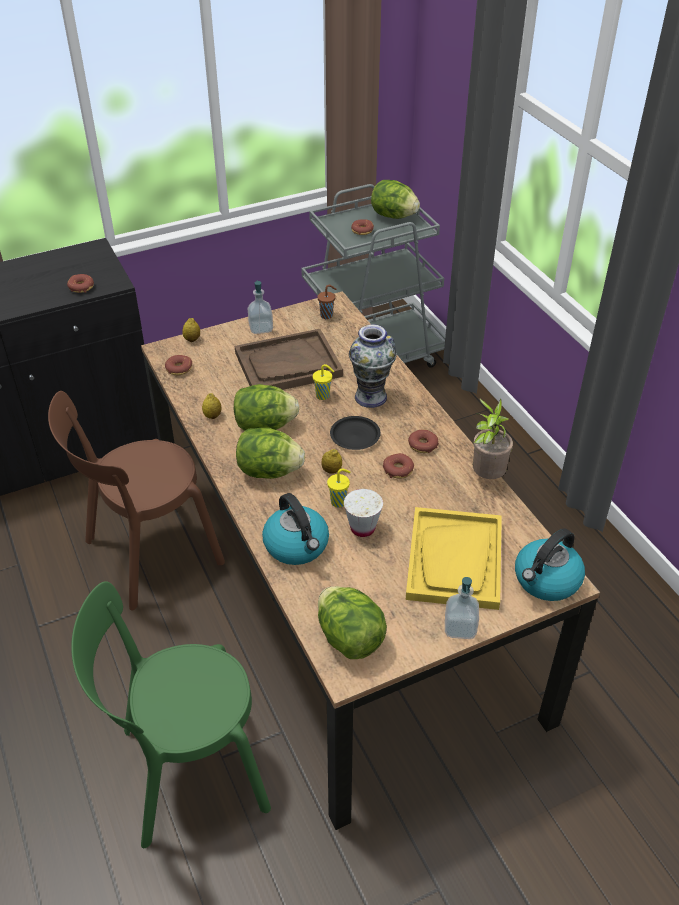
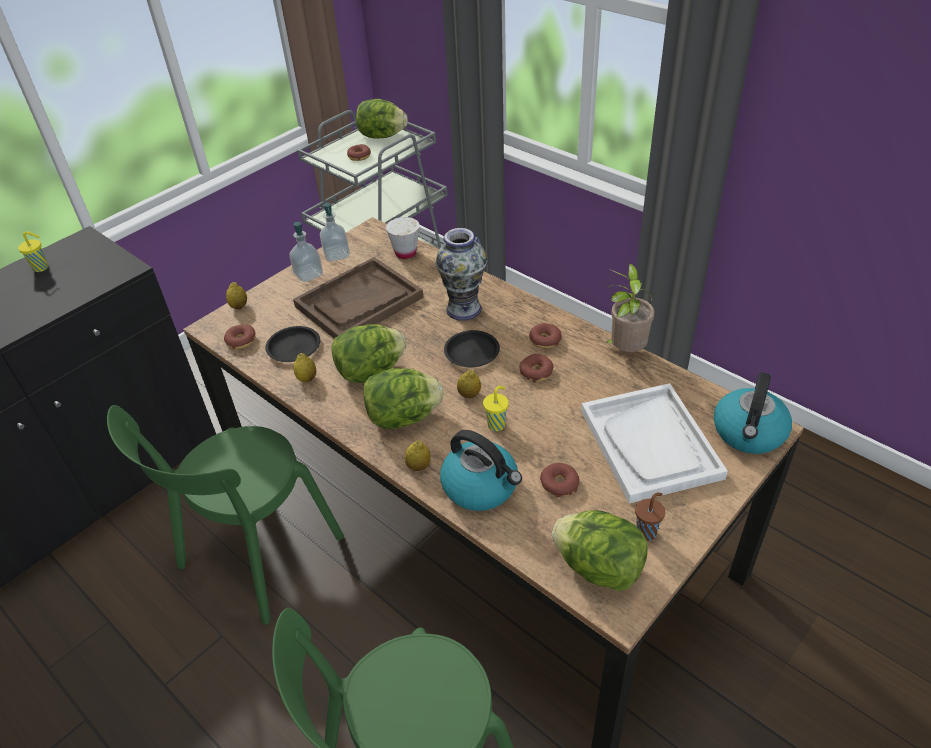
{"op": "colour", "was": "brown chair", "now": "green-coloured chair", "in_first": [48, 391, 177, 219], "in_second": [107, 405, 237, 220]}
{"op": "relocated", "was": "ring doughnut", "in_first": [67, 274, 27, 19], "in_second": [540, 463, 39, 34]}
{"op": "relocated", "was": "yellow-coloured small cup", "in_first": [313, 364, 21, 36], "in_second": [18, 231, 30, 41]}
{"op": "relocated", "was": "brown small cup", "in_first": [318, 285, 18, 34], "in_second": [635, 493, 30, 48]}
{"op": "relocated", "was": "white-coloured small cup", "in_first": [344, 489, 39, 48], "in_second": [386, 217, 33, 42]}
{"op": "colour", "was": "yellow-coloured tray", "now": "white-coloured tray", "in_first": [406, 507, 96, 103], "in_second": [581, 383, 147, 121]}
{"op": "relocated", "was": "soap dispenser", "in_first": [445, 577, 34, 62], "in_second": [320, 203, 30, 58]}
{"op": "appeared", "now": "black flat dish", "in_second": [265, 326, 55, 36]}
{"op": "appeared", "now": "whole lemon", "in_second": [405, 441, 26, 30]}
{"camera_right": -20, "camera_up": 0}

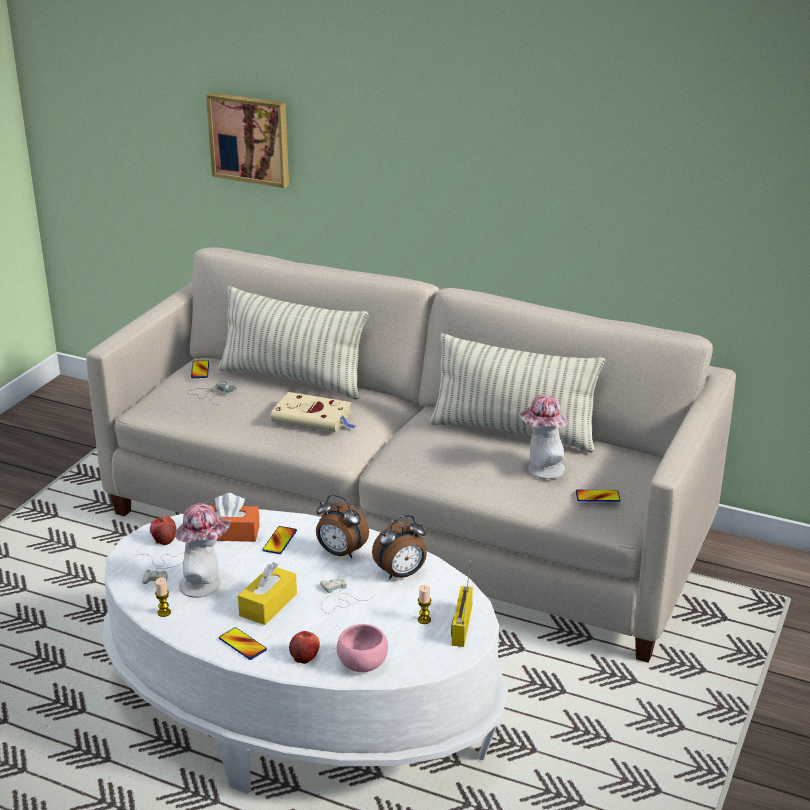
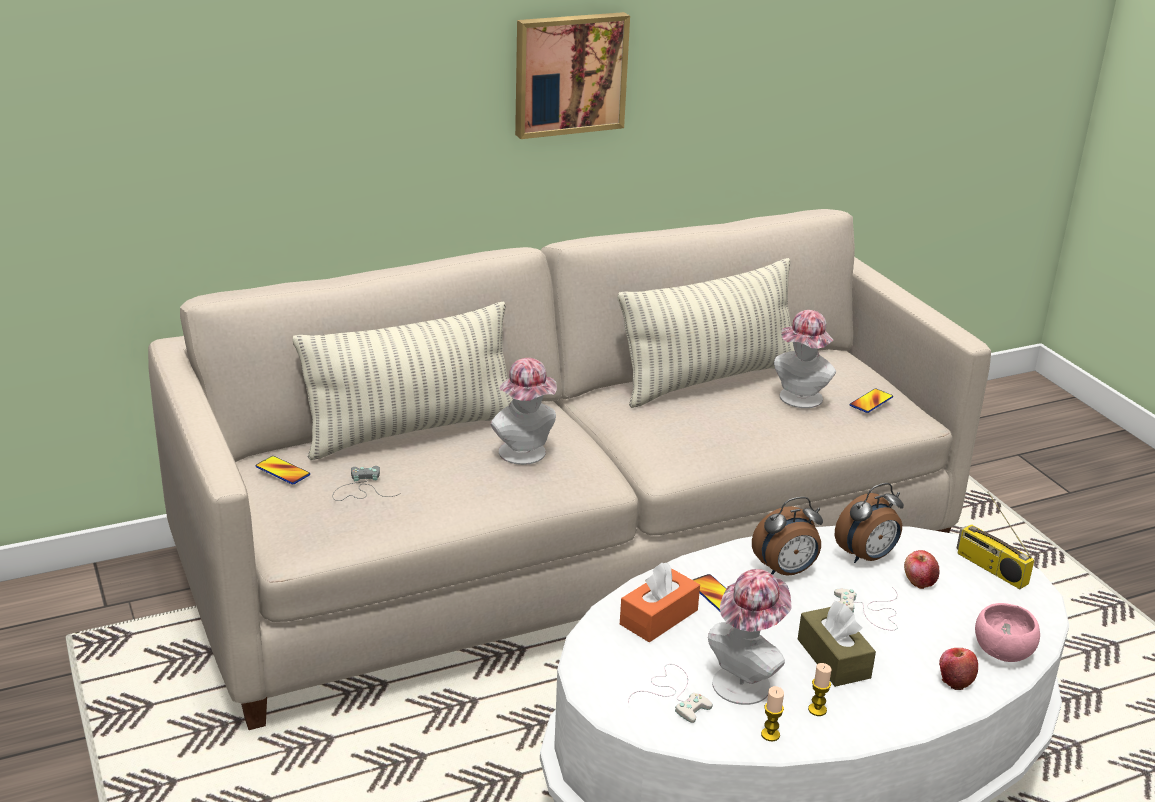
{"op": "relocated", "was": "apple fruit", "in_first": [150, 516, 26, 29], "in_second": [904, 550, 36, 39]}
{"op": "relocated", "was": "wall picture", "in_first": [206, 93, 83, 95], "in_second": [515, 12, 115, 127]}
{"op": "missing", "was": "phone", "in_first": [219, 627, 48, 33]}
{"op": "colour", "was": "yellow-coloured tissue holder", "now": "brown tissue holder", "in_first": [238, 562, 59, 63], "in_second": [798, 601, 78, 86]}
{"op": "exchanged", "was": "sand-coloured book", "now": "clothing hat", "in_first": [271, 392, 85, 40], "in_second": [491, 358, 66, 107]}
{"op": "spun", "was": "table clock", "in_first": [372, 515, 55, 64], "in_second": [835, 483, 69, 80], "clockwise": 45}
{"op": "relocated", "was": "candle", "in_first": [418, 585, 13, 39], "in_second": [808, 663, 24, 53]}
{"camera_right": -50, "camera_up": 0}

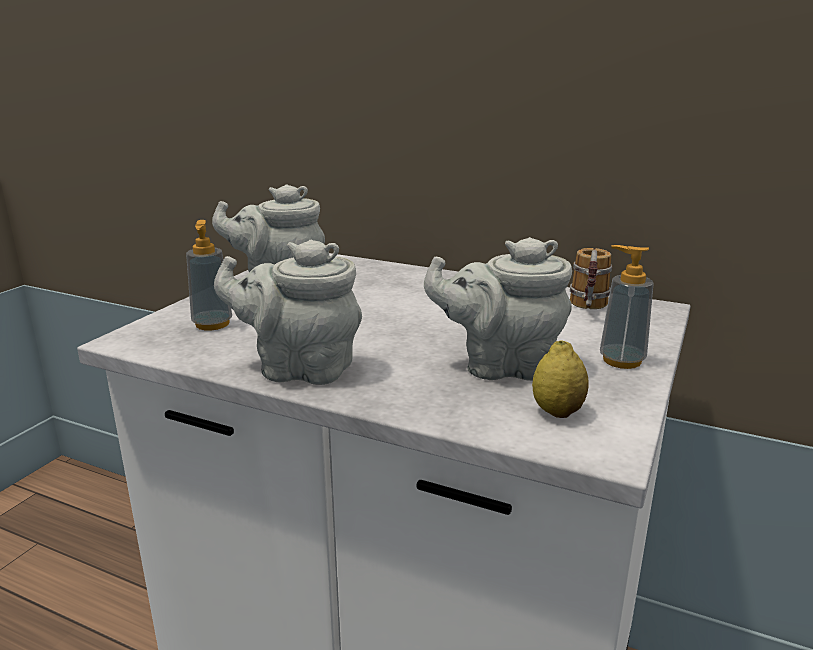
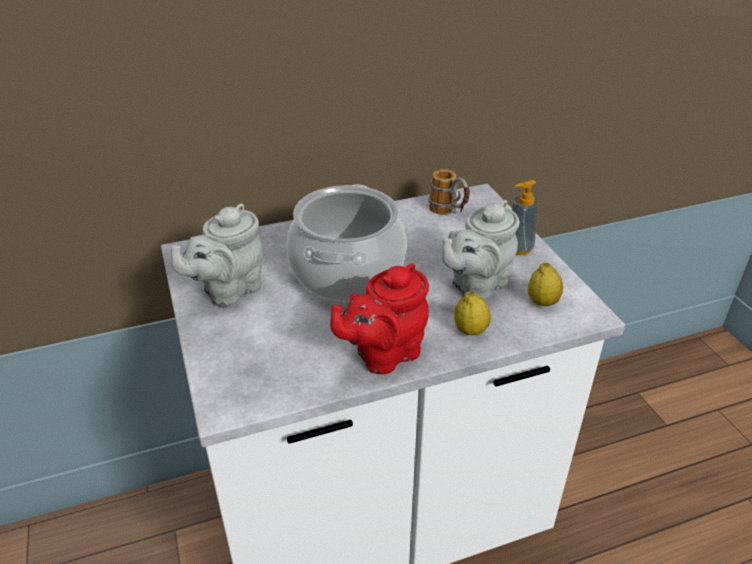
{"op": "missing", "was": "soap dispenser", "in_first": [186, 220, 46, 111]}
{"op": "colour", "was": "gray teapot", "now": "reddish teapot", "in_first": [214, 240, 148, 145], "in_second": [330, 263, 99, 111]}
{"op": "appeared", "now": "cooking pot", "in_second": [287, 185, 120, 117]}
{"op": "appeared", "now": "whole lemon", "in_second": [454, 291, 37, 44]}
{"camera_right": -45, "camera_up": 15}

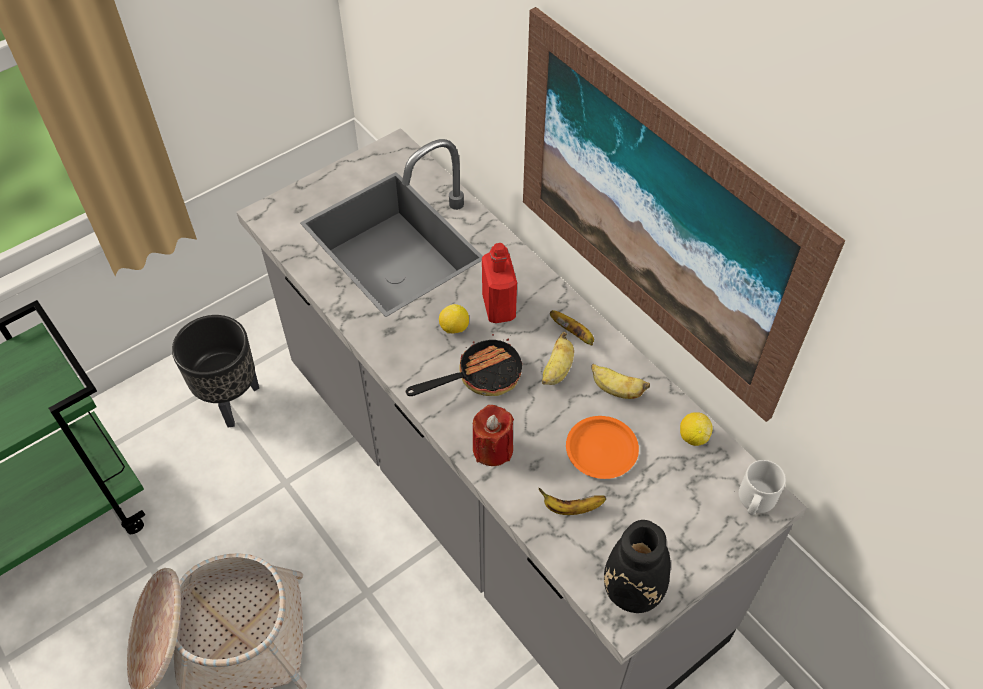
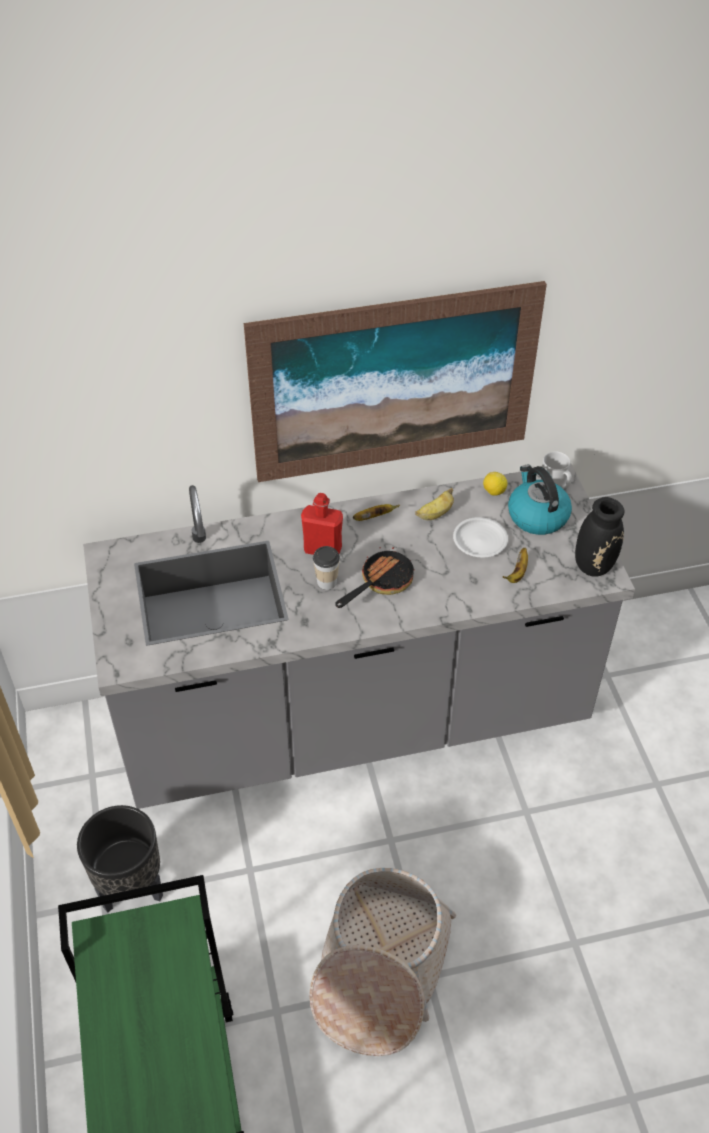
{"op": "spun", "was": "pan", "in_first": [406, 334, 116, 62], "in_second": [335, 547, 79, 61], "clockwise": 45}
{"op": "exchanged", "was": "whole lemon", "now": "small cup", "in_first": [439, 304, 30, 30], "in_second": [313, 546, 27, 44]}
{"op": "missing", "was": "reddish candle", "in_first": [473, 405, 41, 61]}
{"op": "missing", "was": "banana fruit", "in_first": [542, 332, 32, 53]}
{"op": "colour", "was": "orangey flat dish", "now": "white-coloured flat dish", "in_first": [566, 416, 73, 63], "in_second": [453, 517, 55, 40]}
{"op": "appeared", "now": "water kettle", "in_second": [508, 465, 64, 70]}
{"camera_right": -65, "camera_up": -5}

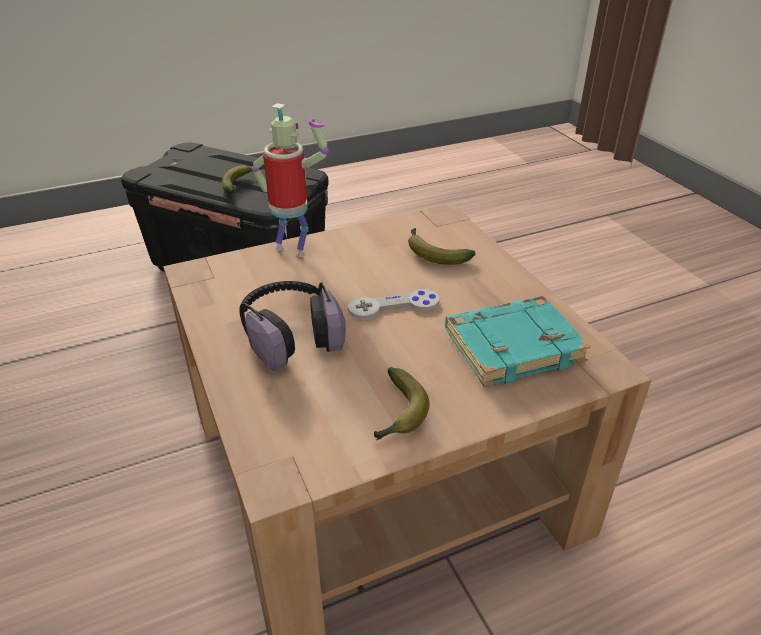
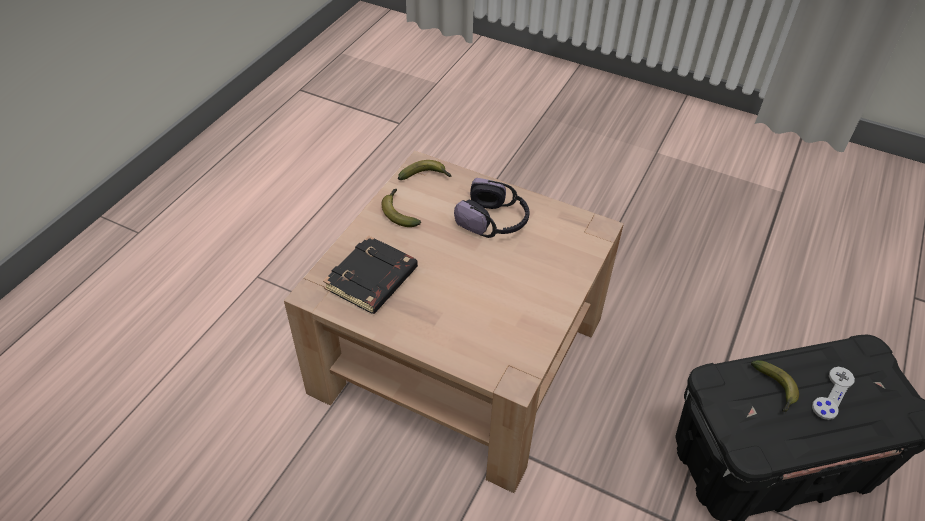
{"op": "missing", "was": "model robot", "in_first": [252, 103, 77, 154]}
{"op": "relocated", "was": "gray game controller", "in_first": [348, 289, 92, 30], "in_second": [812, 367, 43, 53]}
{"op": "relocated", "was": "banana fruit", "in_first": [408, 228, 67, 37], "in_second": [398, 160, 54, 20]}
{"op": "colour", "was": "turquoise-coloured book", "now": "black book", "in_first": [445, 296, 146, 91], "in_second": [323, 236, 95, 78]}
{"camera_right": 140, "camera_up": 10}

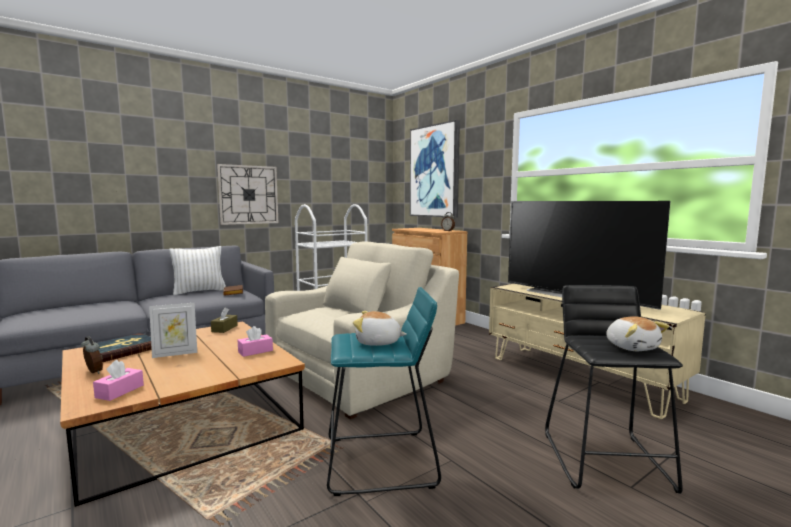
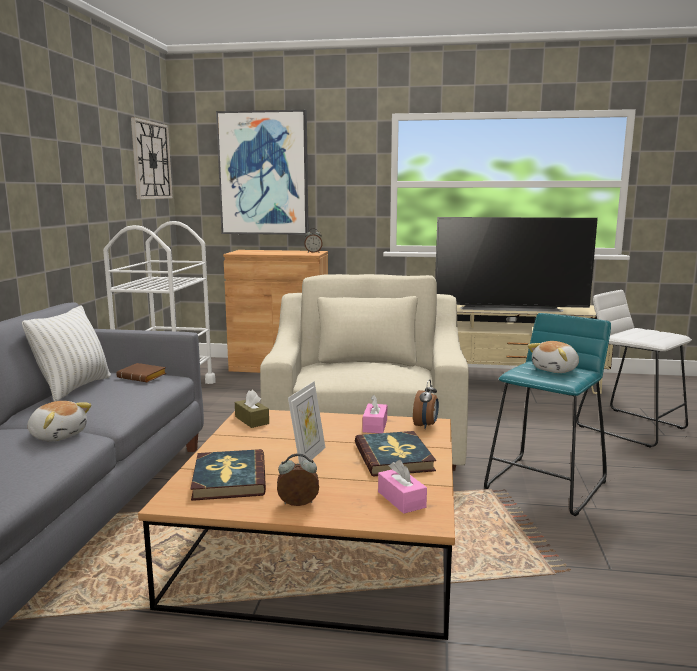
{"op": "relocated", "was": "wall clock", "in_first": [217, 164, 61, 61], "in_second": [131, 117, 42, 82]}
{"op": "colour", "was": "black stool seat", "now": "white-coloured stool seat", "in_first": [545, 285, 138, 209], "in_second": [576, 290, 116, 158]}
{"op": "relocated", "was": "plush toy", "in_first": [606, 316, 63, 35], "in_second": [27, 401, 65, 40]}
{"op": "appeared", "now": "book", "in_second": [355, 431, 81, 46]}
{"op": "appeared", "now": "table clock", "in_second": [413, 379, 26, 50]}
{"camera_right": -45, "camera_up": 5}

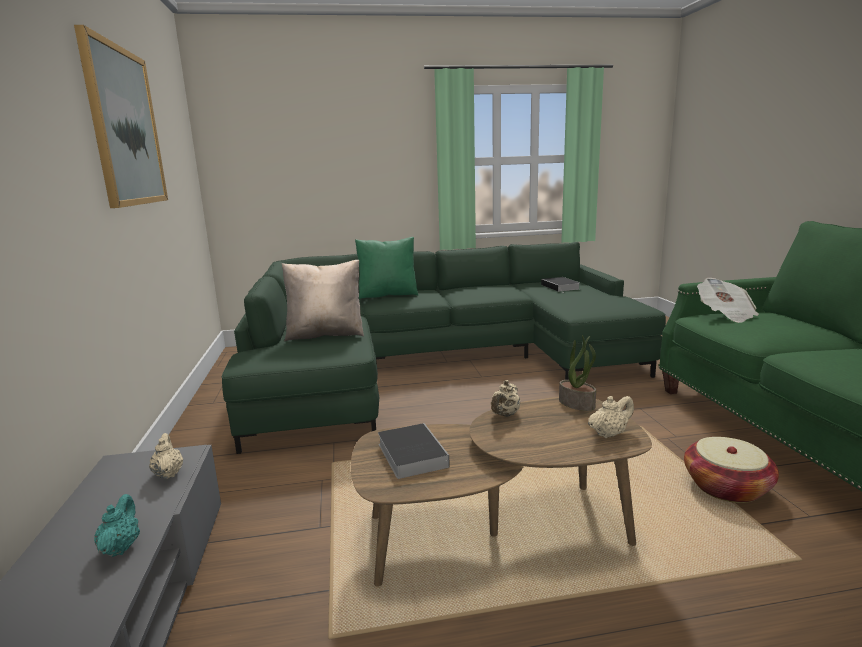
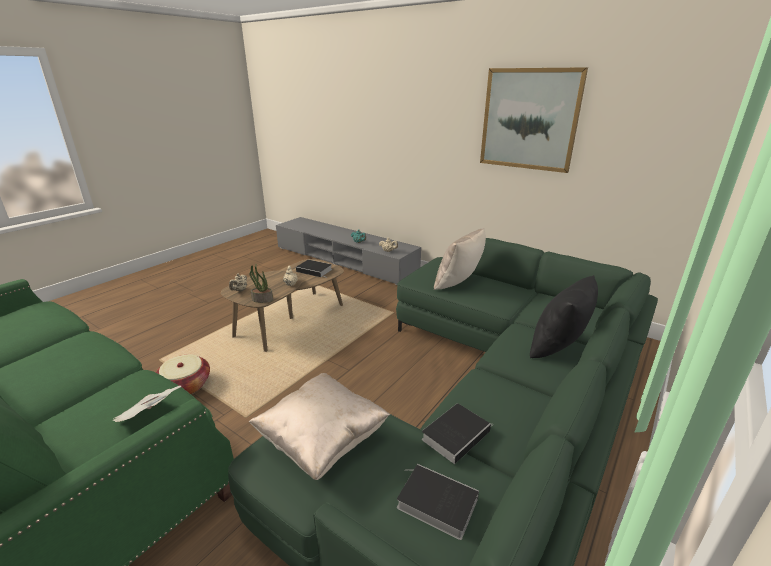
{"op": "colour", "was": "green-coloured throw pillow", "now": "black throw pillow", "in_first": [355, 237, 63, 62], "in_second": [530, 275, 68, 83]}
{"op": "appeared", "now": "sand-coloured throw pillow", "in_second": [249, 373, 142, 107]}
{"op": "appeared", "now": "book", "in_second": [422, 403, 72, 61]}
{"camera_right": 135, "camera_up": 10}

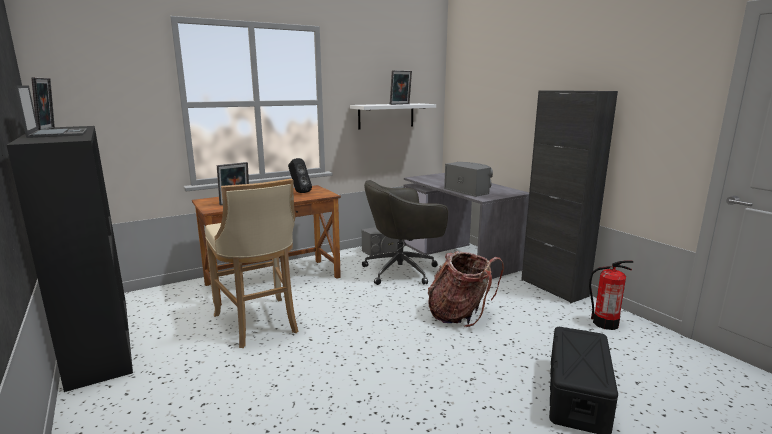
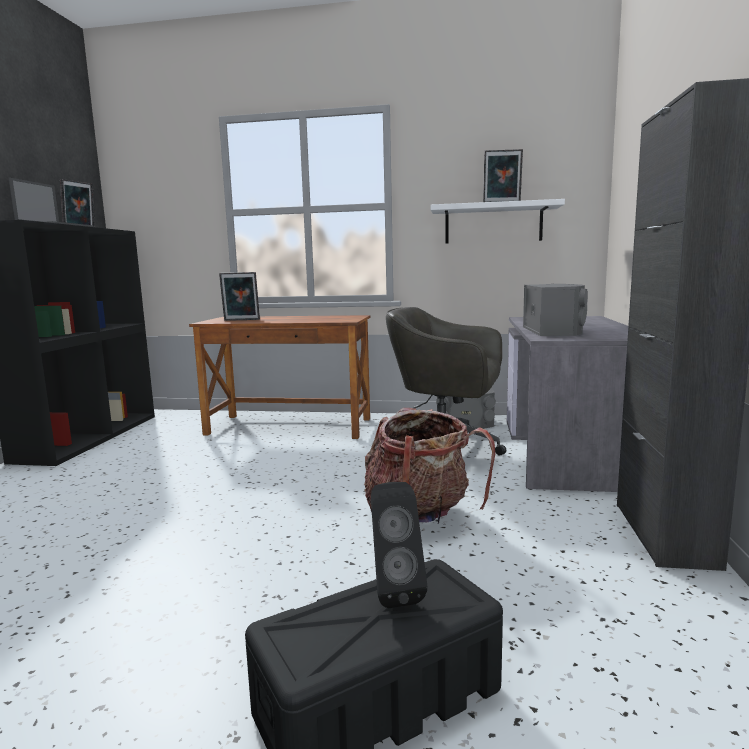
{"op": "missing", "was": "sand-coloured stool seat", "in_first": [205, 179, 93, 169]}
{"op": "relocated", "was": "black loudspeaker", "in_first": [288, 158, 24, 35], "in_second": [371, 482, 57, 126]}
{"op": "missing", "was": "fire-fighting cylinder", "in_first": [589, 260, 45, 70]}
{"camera_right": 40, "camera_up": -5}

